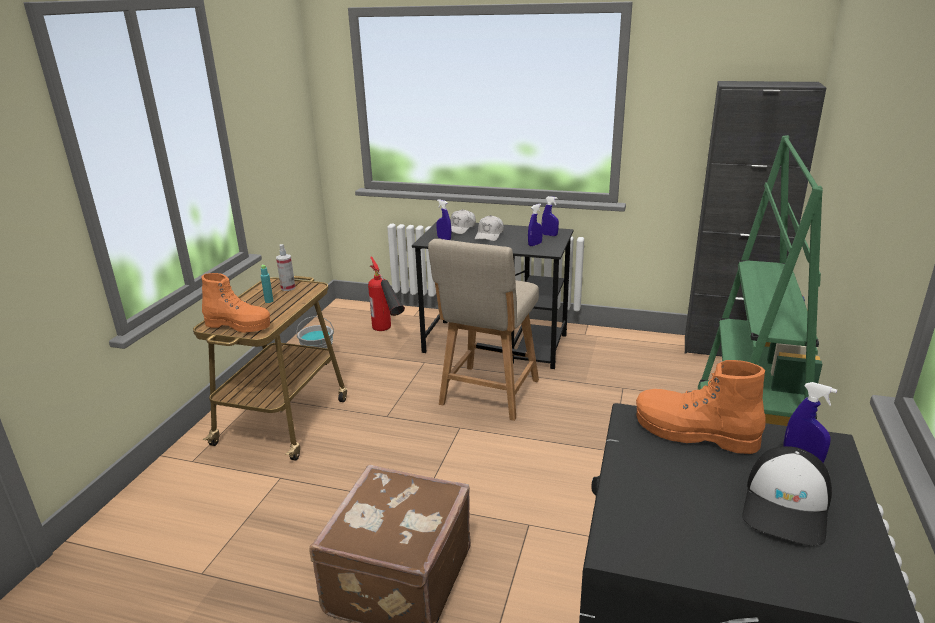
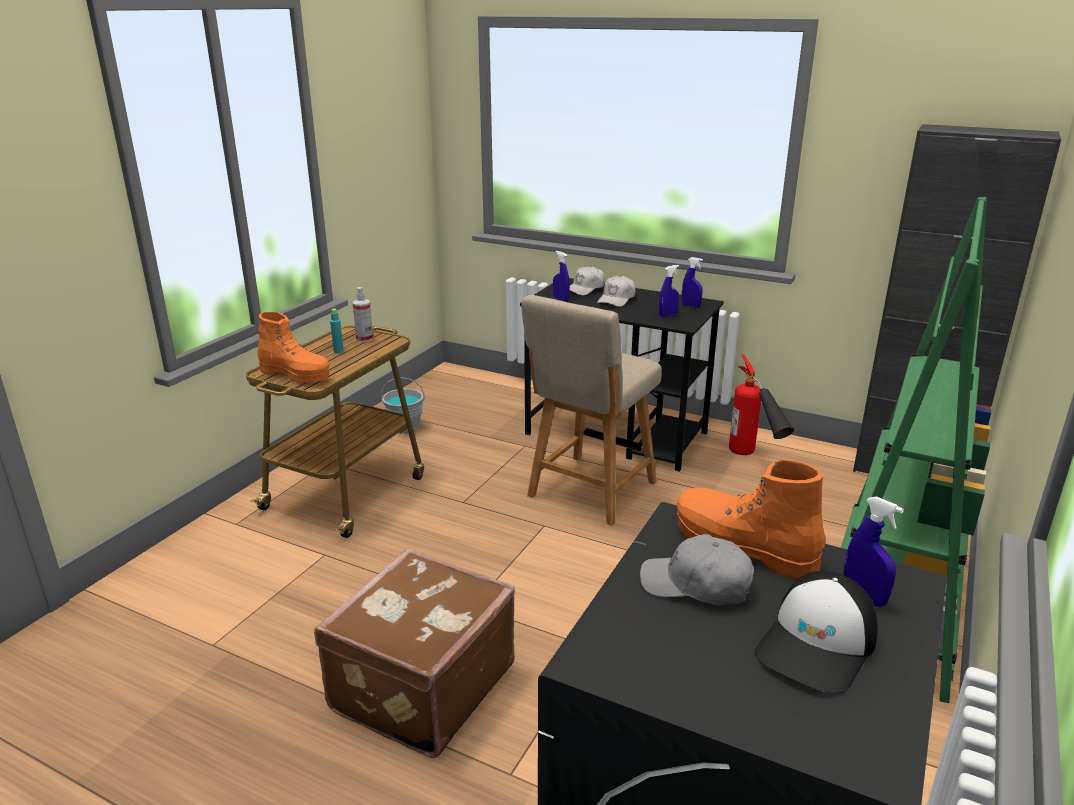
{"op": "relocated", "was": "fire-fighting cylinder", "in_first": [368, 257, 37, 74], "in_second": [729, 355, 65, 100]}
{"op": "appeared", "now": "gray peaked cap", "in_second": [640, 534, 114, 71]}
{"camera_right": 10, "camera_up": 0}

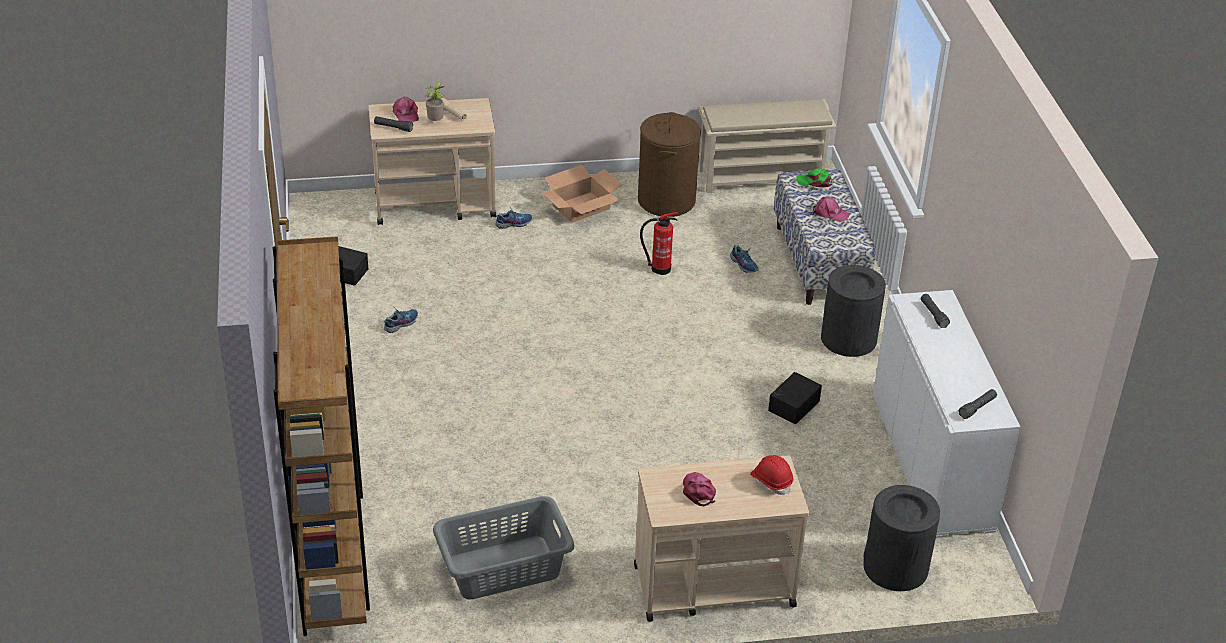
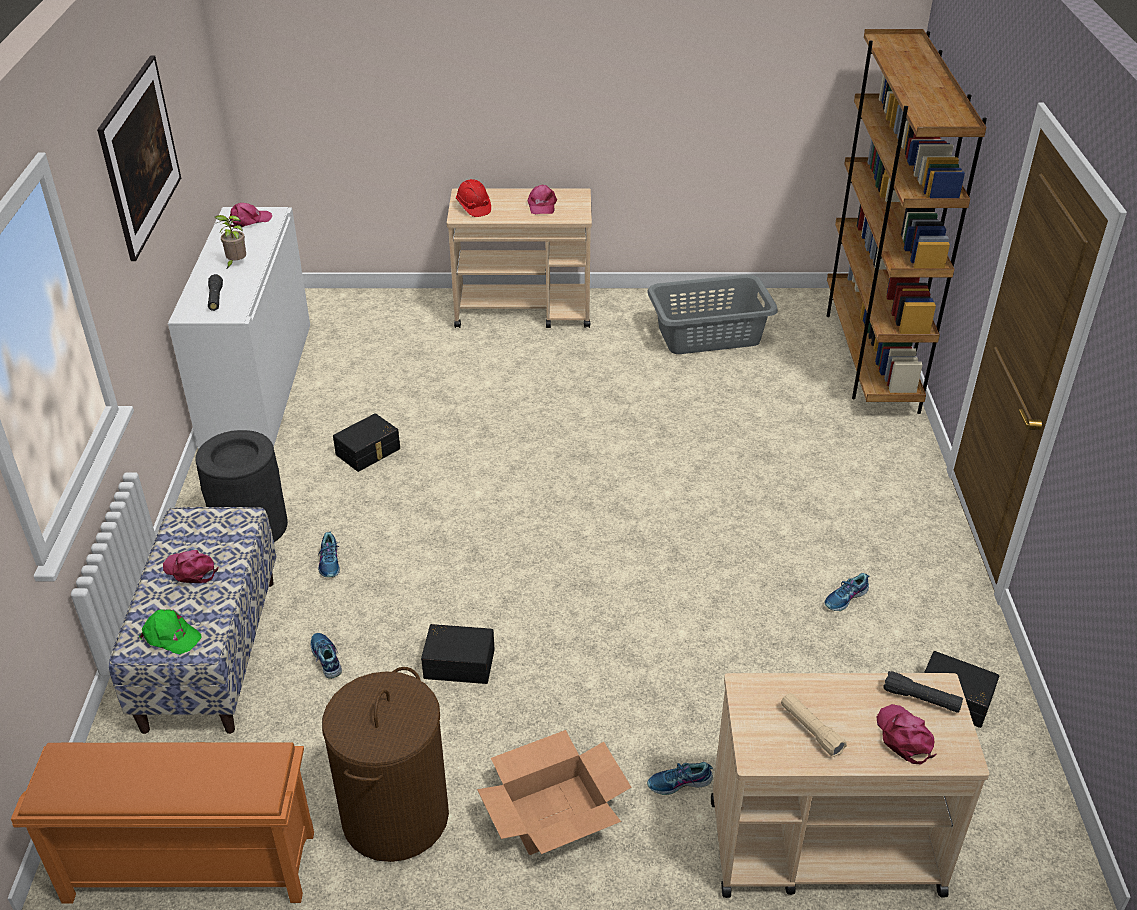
{"op": "relocated", "was": "plant in a pot", "in_first": [425, 82, 19, 39], "in_second": [215, 215, 31, 53]}
{"op": "exchanged", "was": "fire-fighting cylinder", "now": "black storage box", "in_first": [640, 212, 38, 63], "in_second": [421, 624, 74, 60]}
{"op": "colour", "was": "sand-coloured shoe rack", "now": "orangey shoe rack", "in_first": [699, 99, 137, 94], "in_second": [11, 742, 303, 162]}
{"op": "missing", "was": "black trash can", "in_first": [863, 485, 77, 106]}
{"op": "exchanged", "was": "black hand torch", "now": "pink-coloured peaked cap", "in_first": [959, 389, 38, 30], "in_second": [229, 203, 43, 26]}
{"op": "appeared", "now": "wall picture", "in_second": [97, 56, 84, 205]}
{"op": "appeared", "now": "shoe", "in_second": [318, 531, 22, 46]}
{"camera_right": -170, "camera_up": 0}

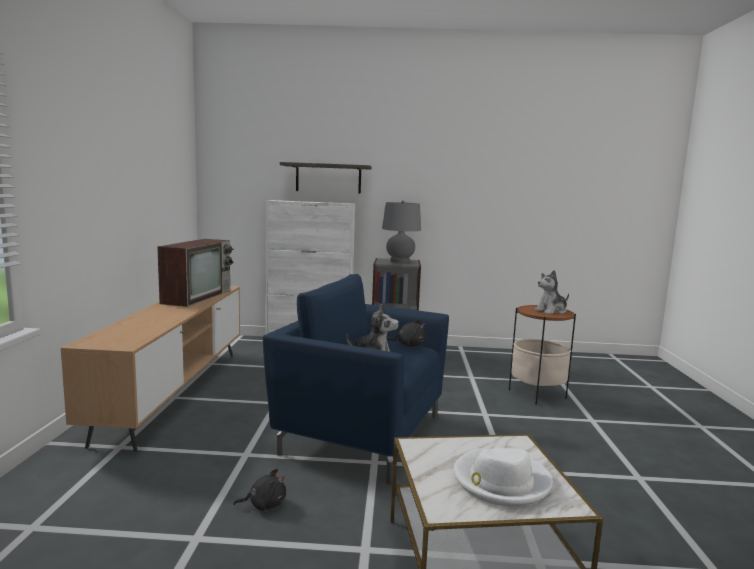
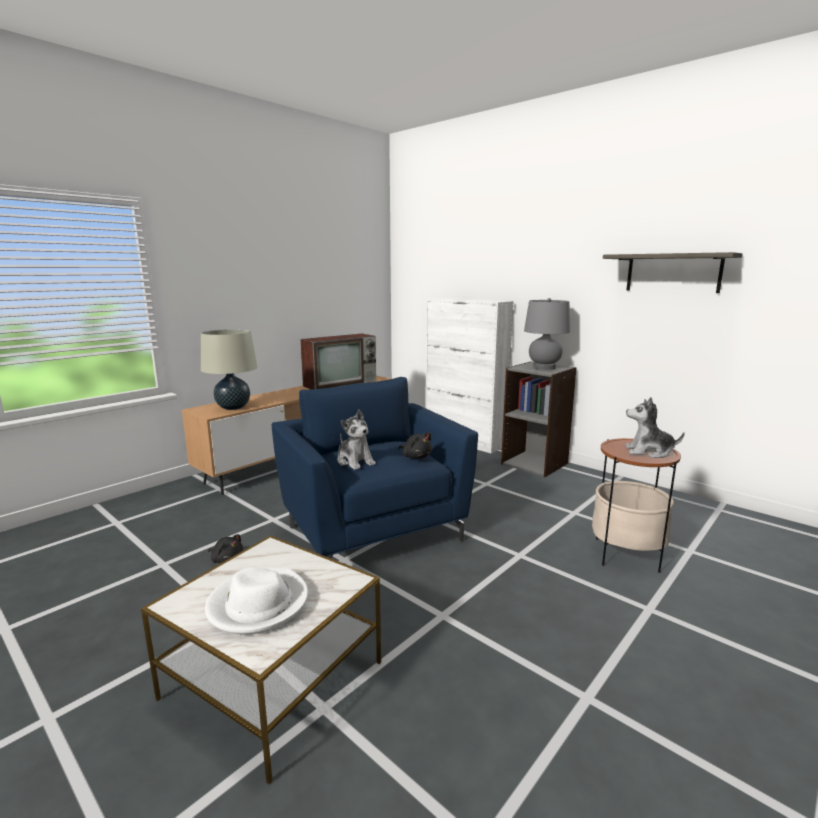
{"op": "relocated", "was": "shelf", "in_first": [280, 162, 92, 32], "in_second": [603, 252, 140, 41]}
{"op": "appeared", "now": "sand-coloured lamp for a table", "in_second": [201, 329, 57, 81]}
{"camera_right": 40, "camera_up": 5}

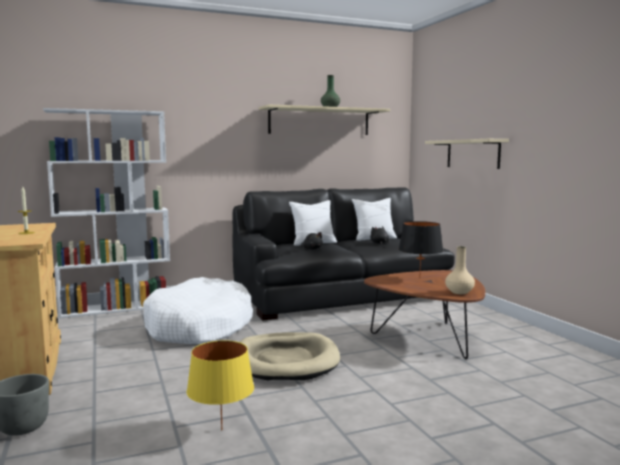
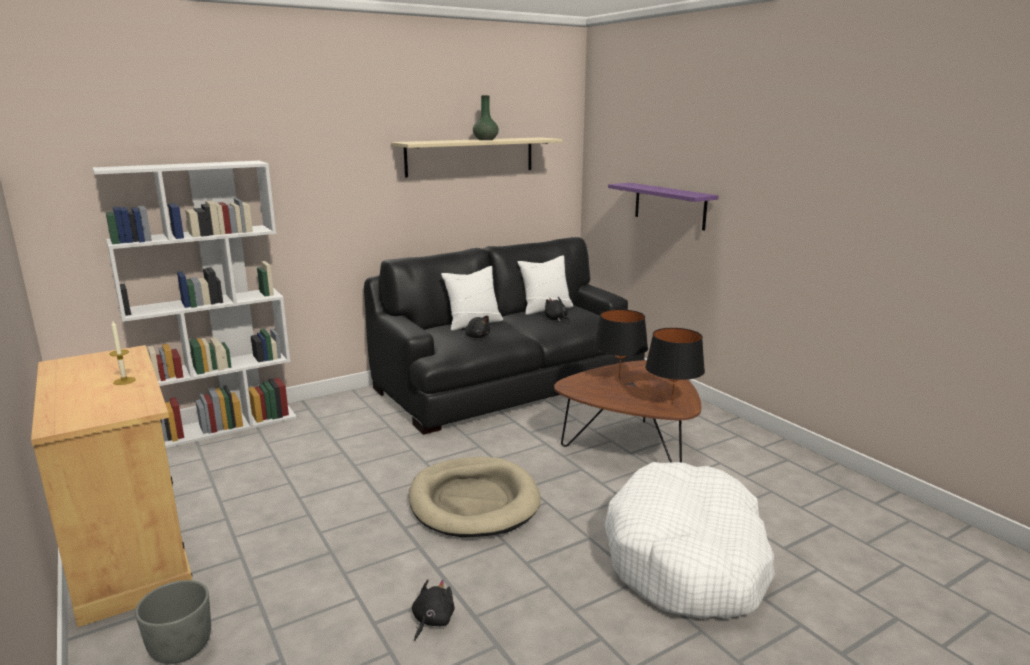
{"op": "relocated", "was": "white-coloured dog cushion", "in_first": [143, 277, 110, 67], "in_second": [604, 462, 171, 157]}
{"op": "exchanged", "was": "yellow-coloured lamp for a table", "now": "black plush toy", "in_first": [186, 340, 68, 90], "in_second": [412, 579, 43, 62]}
{"op": "colour", "was": "sand-coloured shelf", "now": "purplish shelf", "in_first": [425, 139, 84, 30], "in_second": [608, 183, 110, 47]}
{"op": "exchanged", "was": "sand-coloured flower vase", "now": "black lamp for a table", "in_first": [445, 246, 30, 48], "in_second": [645, 328, 60, 76]}
{"camera_right": -10, "camera_up": 10}

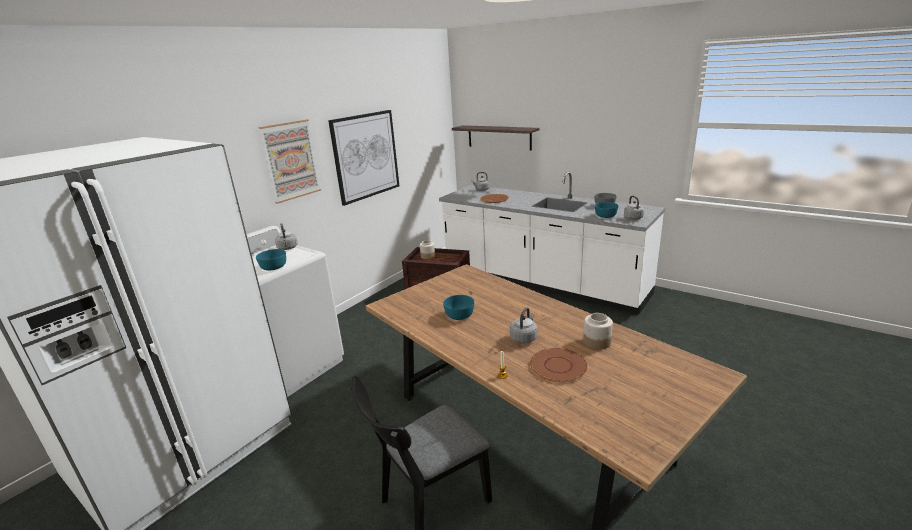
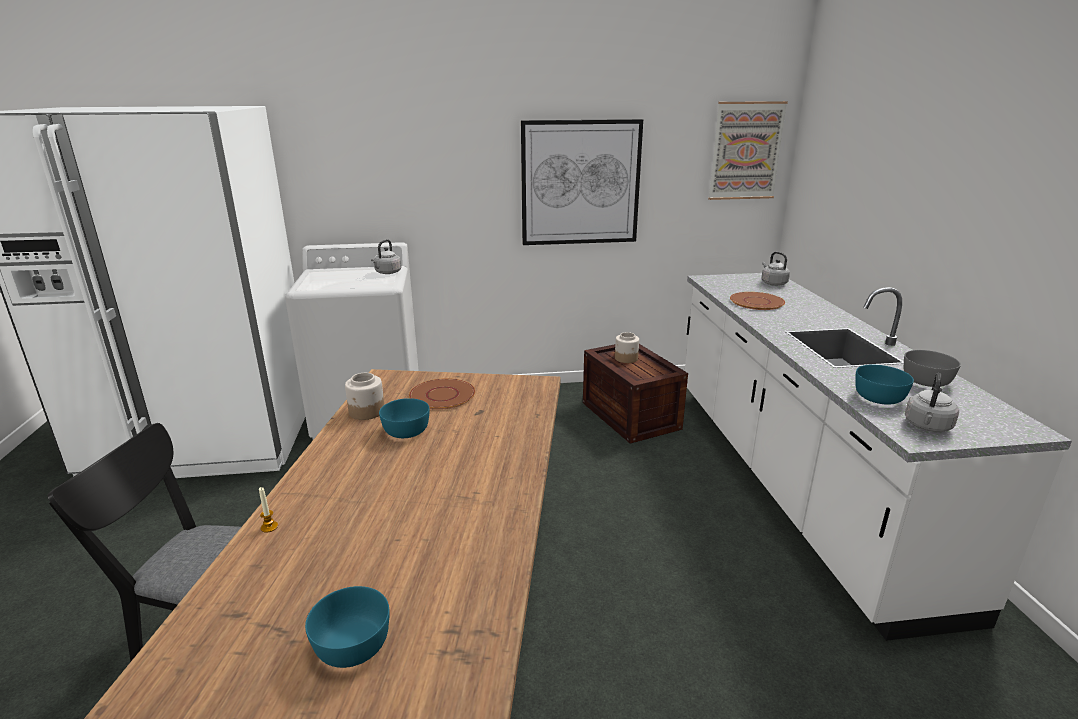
{"op": "relocated", "was": "turquoise-coloured serving bowl", "in_first": [256, 249, 30, 22], "in_second": [305, 586, 85, 82]}
{"op": "relocated", "was": "wall picture", "in_first": [259, 119, 62, 85], "in_second": [708, 101, 80, 99]}
{"op": "missing", "was": "shelf", "in_first": [452, 125, 87, 26]}
{"op": "missing", "was": "gray water kettle", "in_first": [510, 307, 28, 37]}
{"op": "relocated", "was": "brown flat dish", "in_first": [530, 348, 58, 34], "in_second": [409, 378, 66, 32]}
{"op": "relocated", "was": "jar", "in_first": [583, 313, 30, 37], "in_second": [345, 373, 39, 47]}
{"camera_right": 45, "camera_up": 0}

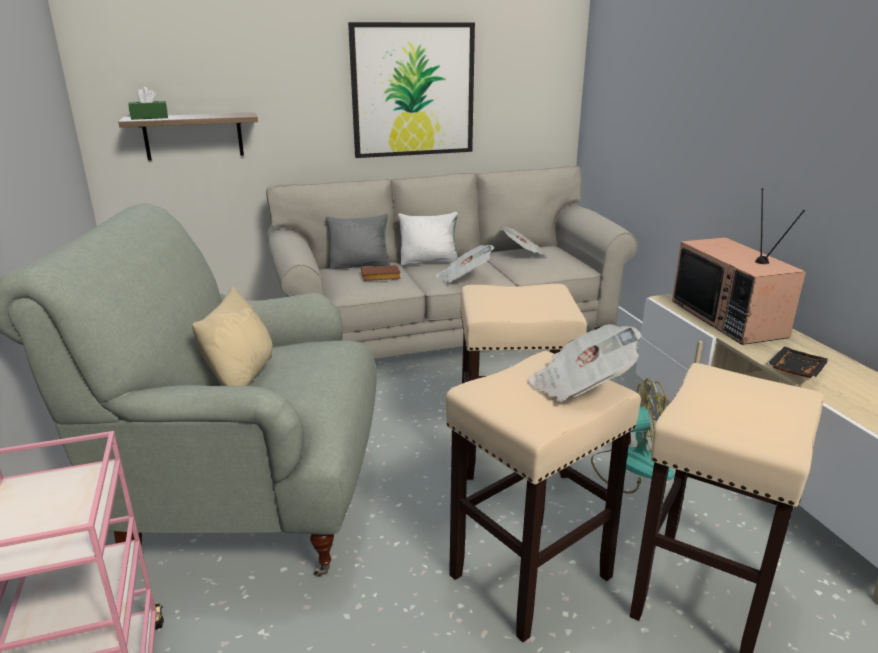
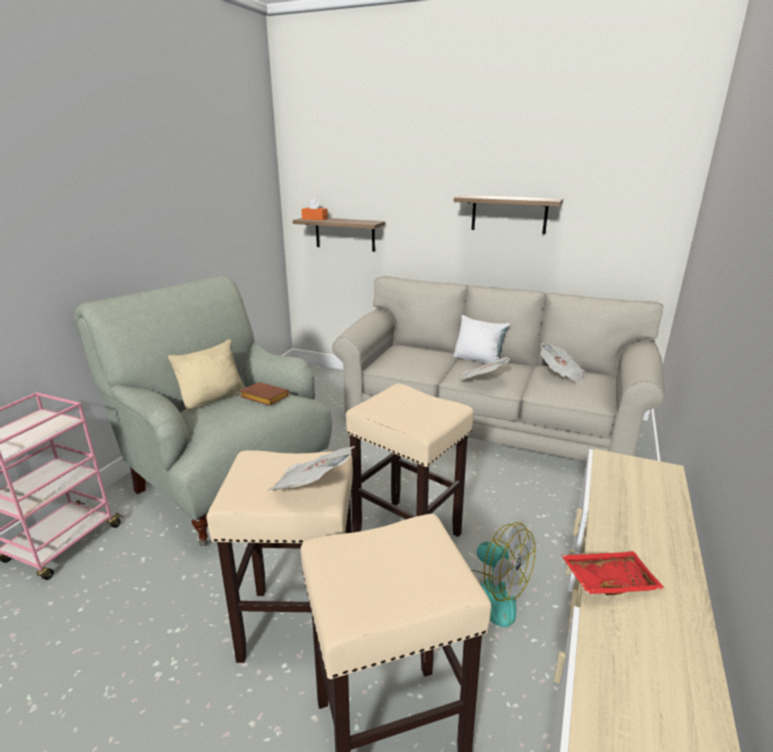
{"op": "colour", "was": "green-coloured tissue holder", "now": "orangey tissue holder", "in_first": [128, 87, 40, 33], "in_second": [301, 198, 27, 22]}
{"op": "missing", "was": "gray throw pillow", "in_first": [326, 213, 65, 57]}
{"op": "exchanged", "was": "wall picture", "now": "shelf", "in_first": [348, 22, 127, 136], "in_second": [454, 195, 109, 39]}
{"op": "relocated", "was": "brown book", "in_first": [361, 265, 40, 16], "in_second": [240, 382, 49, 24]}
{"op": "missing", "was": "TV set", "in_first": [672, 188, 134, 157]}
{"op": "colour", "was": "black tray", "now": "reddish tray", "in_first": [767, 346, 62, 32], "in_second": [561, 551, 104, 44]}
{"camera_right": 40, "camera_up": 0}

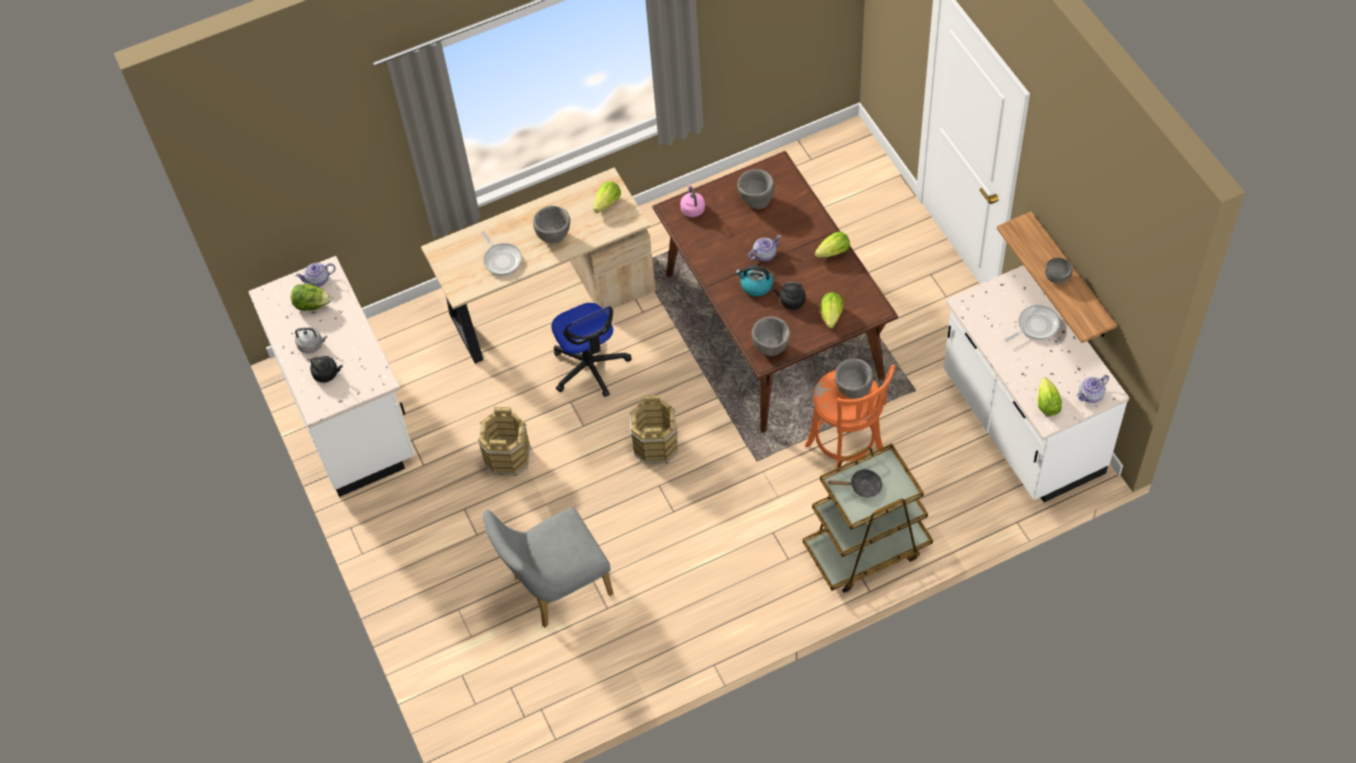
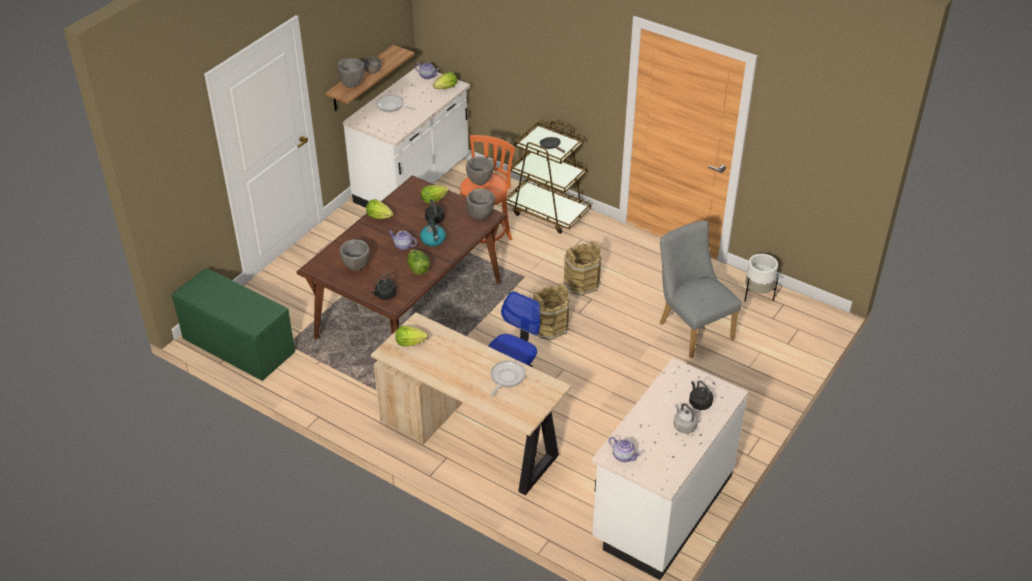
{"op": "relocated", "was": "lettuce head", "in_first": [291, 284, 40, 27], "in_second": [407, 249, 23, 26]}
{"op": "relocated", "was": "brown water bucket", "in_first": [478, 407, 54, 70], "in_second": [563, 241, 39, 55]}
{"op": "spun", "was": "gray chair", "in_first": [483, 507, 131, 121], "in_second": [660, 221, 82, 137], "clockwise": -150}
{"op": "relocated", "was": "gray serving bowl", "in_first": [533, 206, 37, 38], "in_second": [337, 58, 28, 30]}
{"op": "colour", "was": "pink-coloured water kettle", "now": "black water kettle", "in_first": [680, 185, 25, 32], "in_second": [371, 273, 25, 27]}
{"op": "appeared", "now": "green-coloured indoor bench", "in_second": [172, 268, 123, 113]}
{"op": "appeared", "now": "white-coloured flower pot", "in_second": [745, 254, 33, 48]}
{"camera_right": -125, "camera_up": -15}

